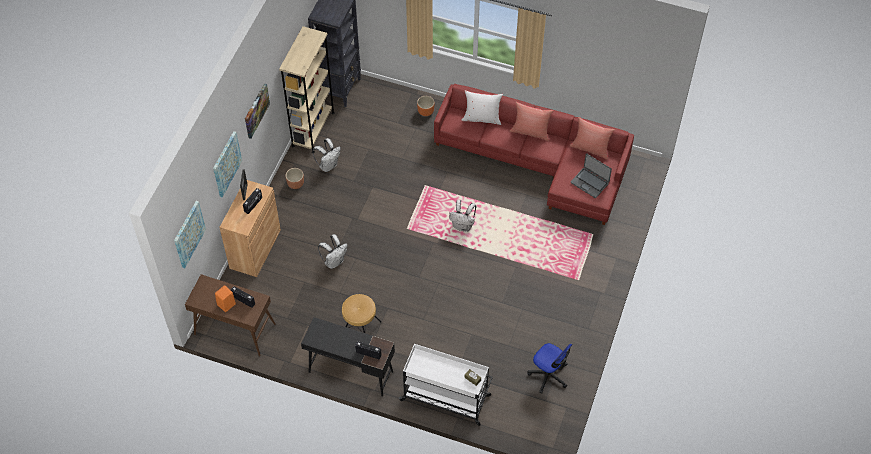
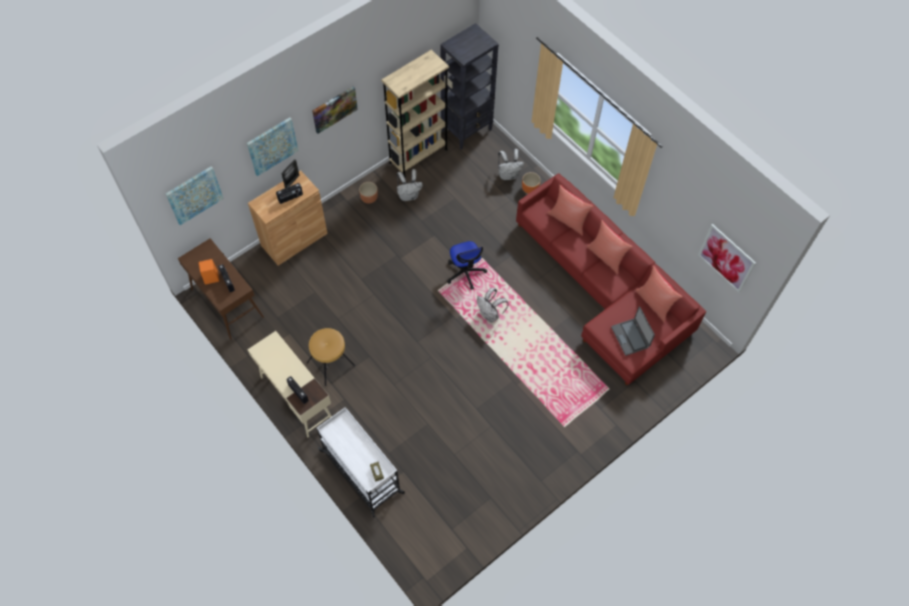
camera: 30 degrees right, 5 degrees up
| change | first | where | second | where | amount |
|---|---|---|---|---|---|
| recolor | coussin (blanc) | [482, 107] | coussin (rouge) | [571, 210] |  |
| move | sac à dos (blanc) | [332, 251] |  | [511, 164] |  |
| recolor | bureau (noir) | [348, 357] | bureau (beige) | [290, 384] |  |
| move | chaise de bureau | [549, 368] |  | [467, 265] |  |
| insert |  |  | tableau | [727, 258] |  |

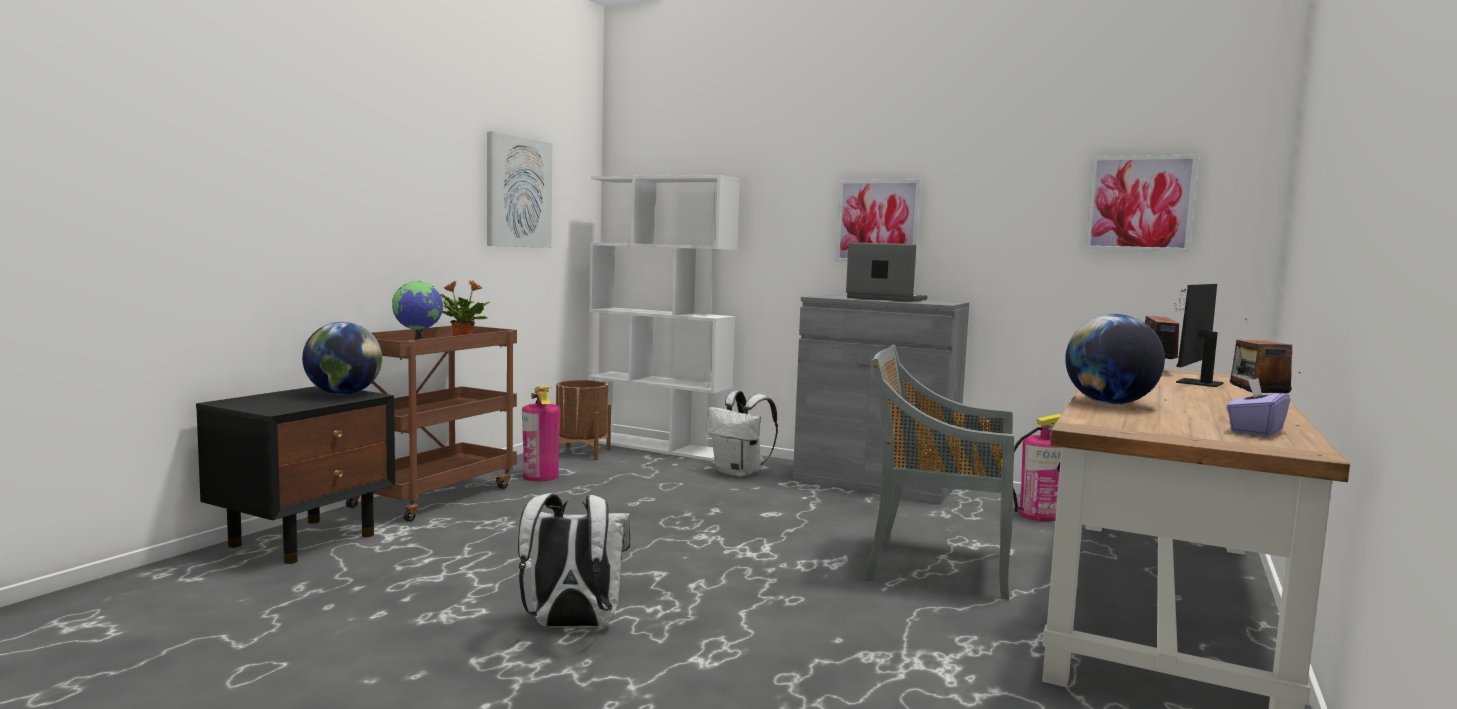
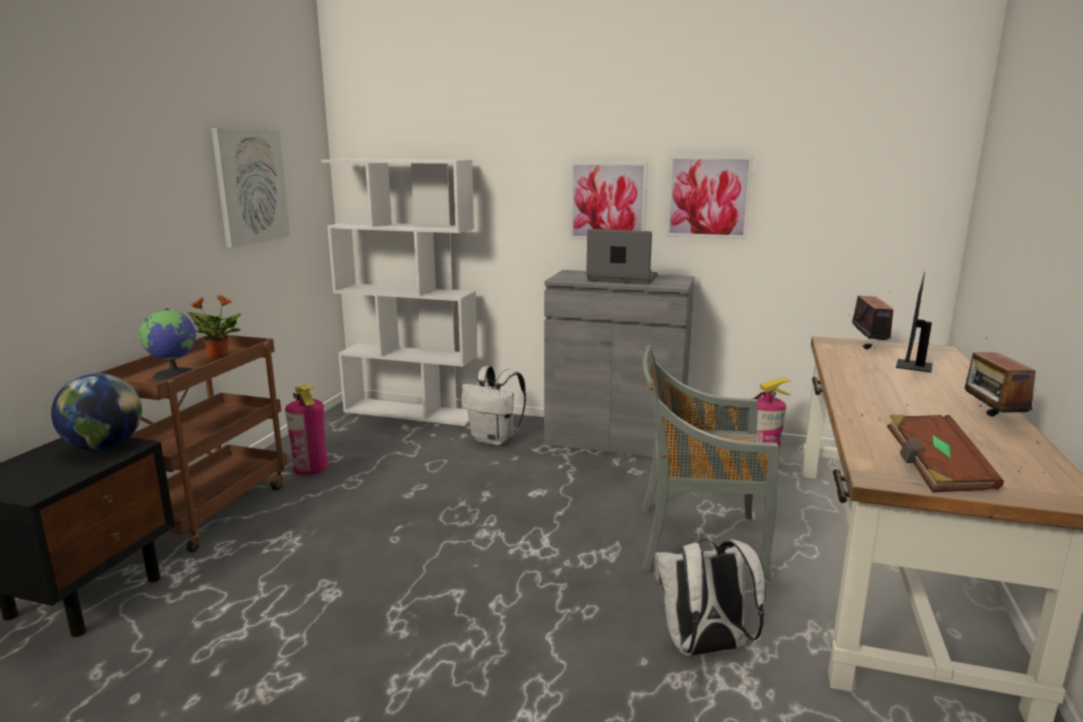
camera: 10 degrees left, 10 degrees up
| change | first | where | second | where | amount |
|---|---|---|---|---|---|
| move | tableau | [1141, 203] |  | [710, 197] |  |
| delete | globe | [1115, 359] |  |  |  |
| delete | boîte à mouchoirs (violet) | [1258, 407] |  |  |  |
| delete | cache-pot (marron) | [583, 420] |  |  |  |
| move | sac à dos (blanc) | [574, 560] |  | [710, 597] |  |
| insert |  |  | livre (marron) | [945, 454] |  |

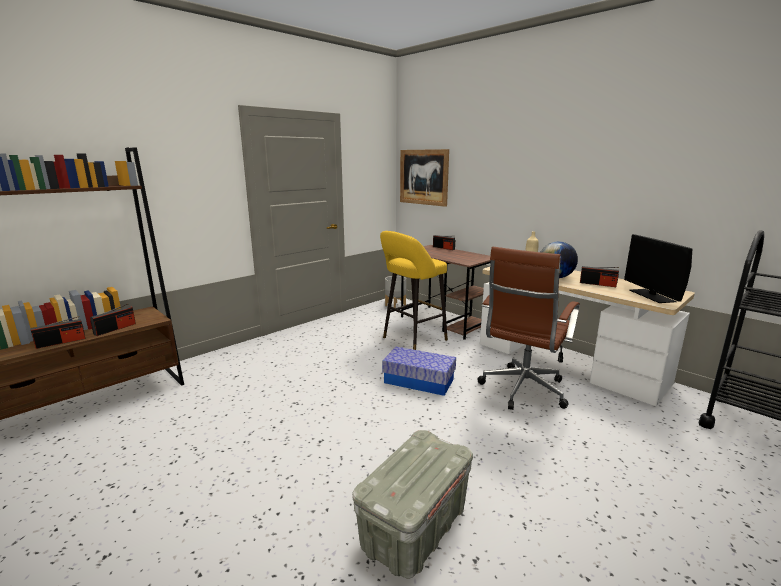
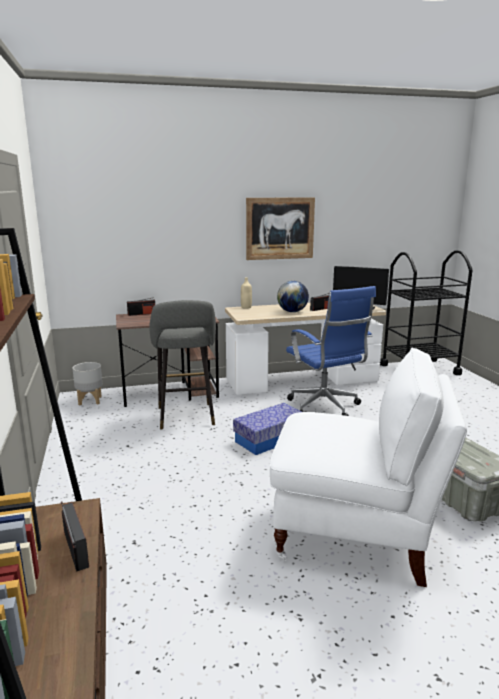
camera: 60 degrees left, 0 degrees up
| change | first | where | second | where | amount |
|---|---|---|---|---|---|
| move | tableau | [424, 178] |  | [280, 228] |  |
| recolor | tabouret (jaune) | [414, 290] | tabouret (gris) | [182, 364] |  |
| recolor | chaise de bureau (marron) | [528, 328] | chaise de bureau (bleu) | [331, 351] |  |
| delete | radio | [58, 332] |  |  |  |
| insert |  |  | chaise (blanc) | [368, 467] |  |

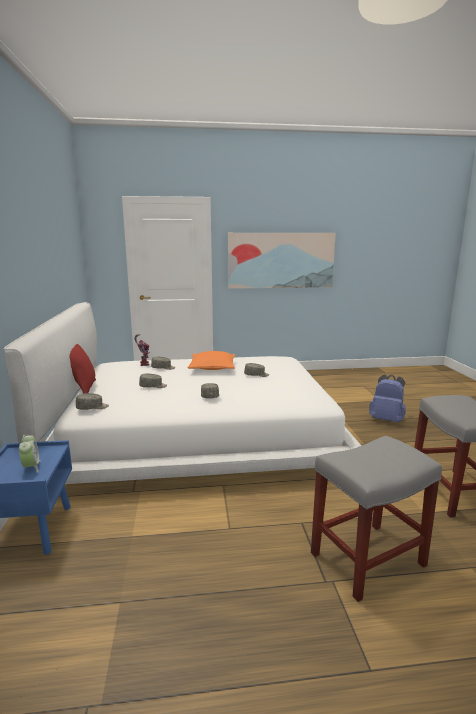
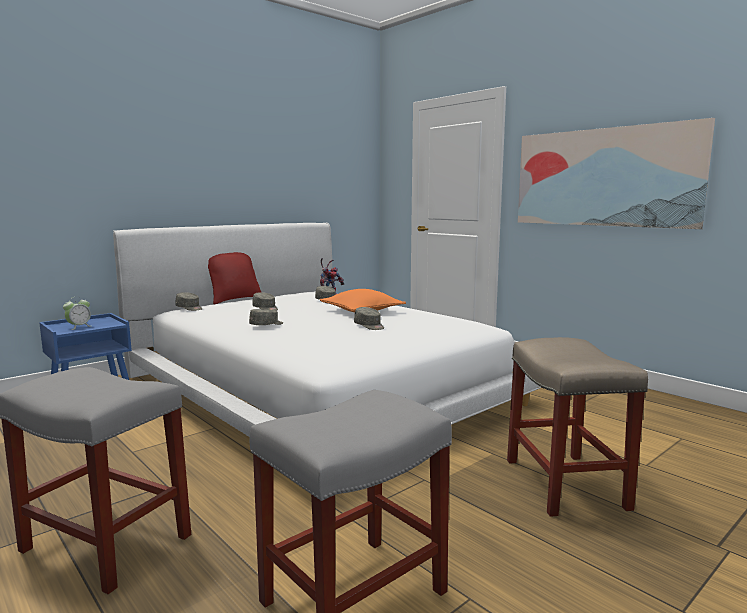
camera: 55 degrees right, 5 degrees down
| change | first | where | second | where | amount |
|---|---|---|---|---|---|
| replace | sac à dos (bleu) | [387, 398] | tabouret (beige) | [577, 427] |  |

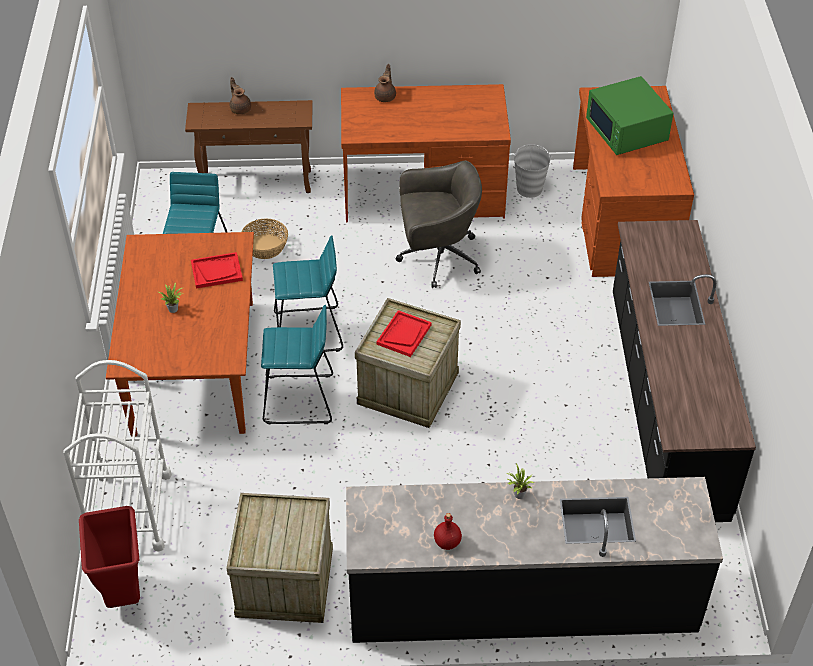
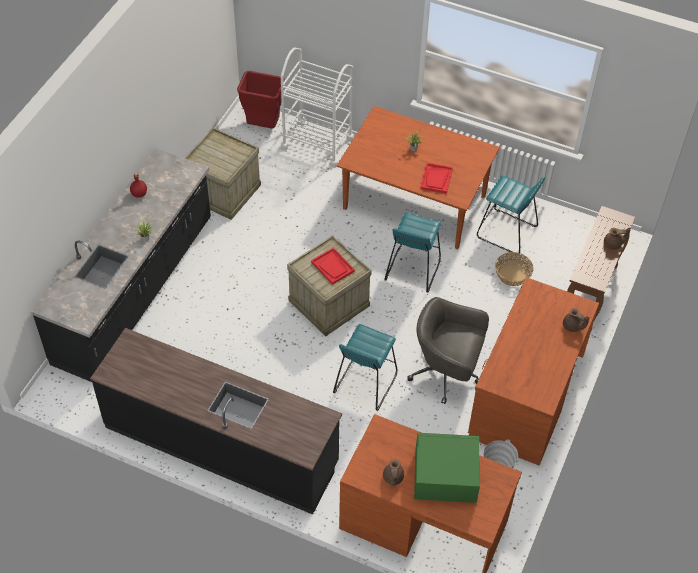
camera: 115 degrees right, 5 degrees up
| change | first | where | second | where | amount |
|---|---|---|---|---|---|
| rotate | chaise de bureau (gris) | [439, 224] |  | [448, 350] | 90 degrees clockwise |
| move | tabouret (turquoise) | [297, 364] |  | [365, 367] |  |
| insert |  |  | théière (marron) | [393, 472] |  |

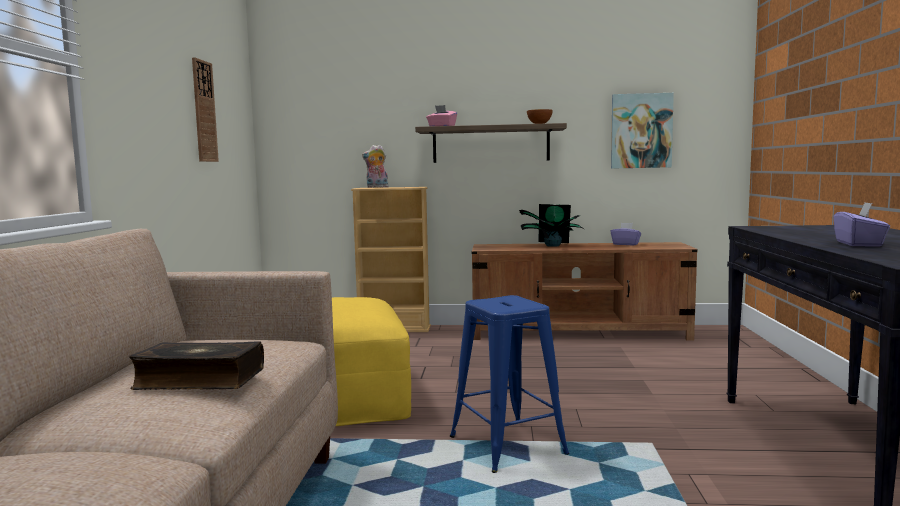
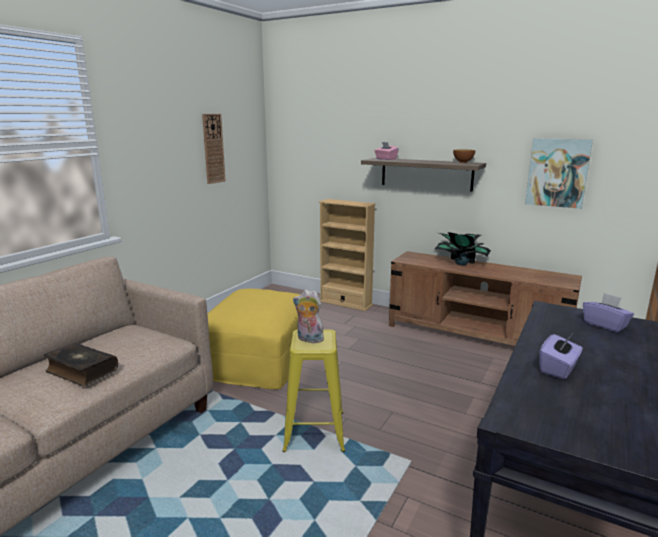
camera: 25 degrees right, 10 degrees up
| change | first | where | second | where | amount |
|---|---|---|---|---|---|
| move | peluche | [375, 166] |  | [308, 316] |  |
| move | boîte à mouchoirs (violet) | [626, 234] |  | [608, 312] |  |
| recolor | tabouret (bleu) | [509, 384] | tabouret (jaune) | [314, 390] |  |

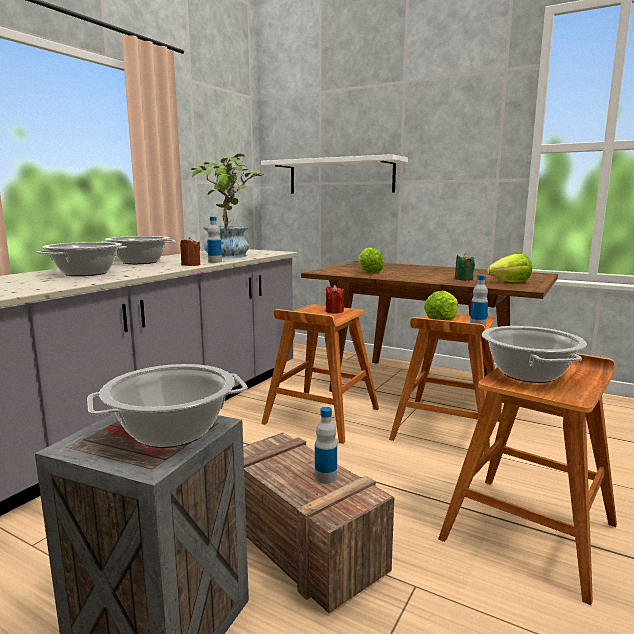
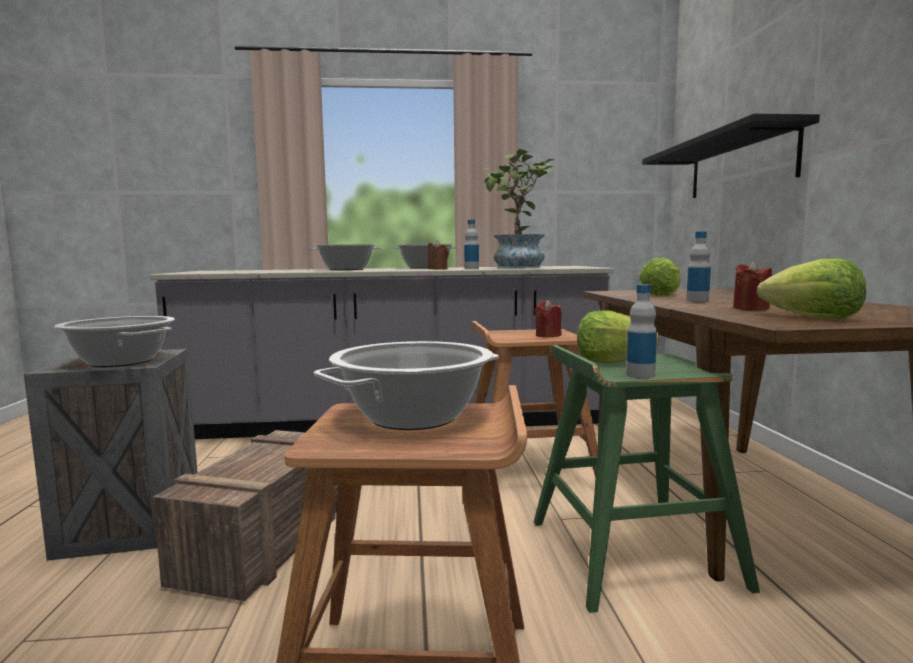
camera: 55 degrees right, 5 degrees down
| change | first | where | second | where | amount |
|---|---|---|---|---|---|
| recolor | étagère (blanc) | [334, 173] | étagère (noir) | [731, 156] |  |
| recolor | bougie (vert) | [465, 267] | bougie (rouge) | [752, 285] |  |
| recolor | tabouret (marron) | [445, 387] | tabouret (vert) | [646, 479] |  |
| move | bouteille | [326, 445] |  | [698, 267] |  |

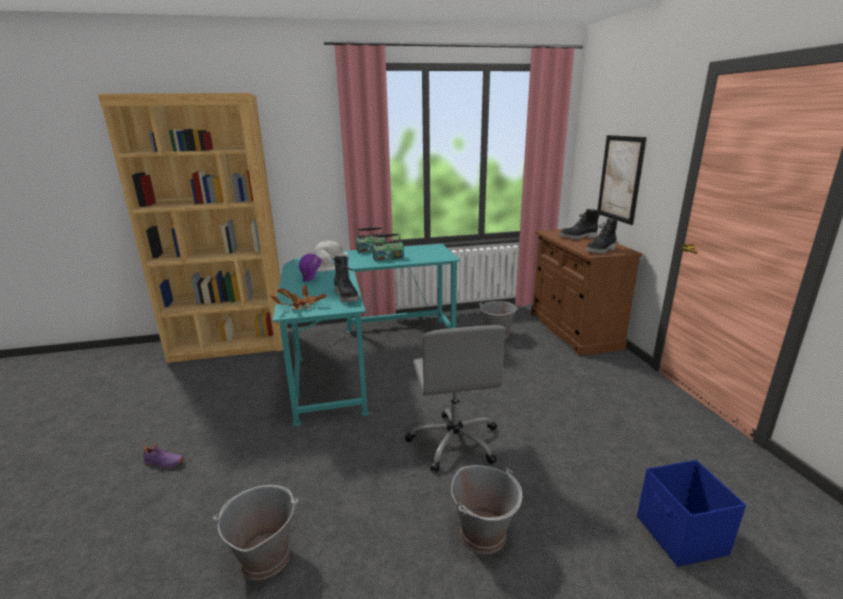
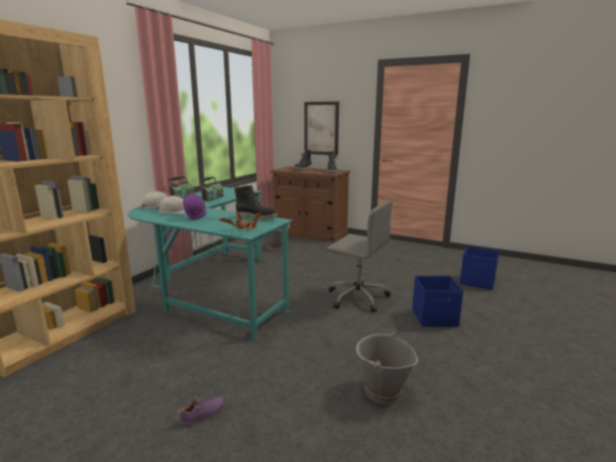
camera: 50 degrees left, 5 degrees down
| change | first | where | second | where | amount |
|---|---|---|---|---|---|
| replace | seau (gris) | [487, 509] | boîte de rangement (bleu) | [437, 301] |  |

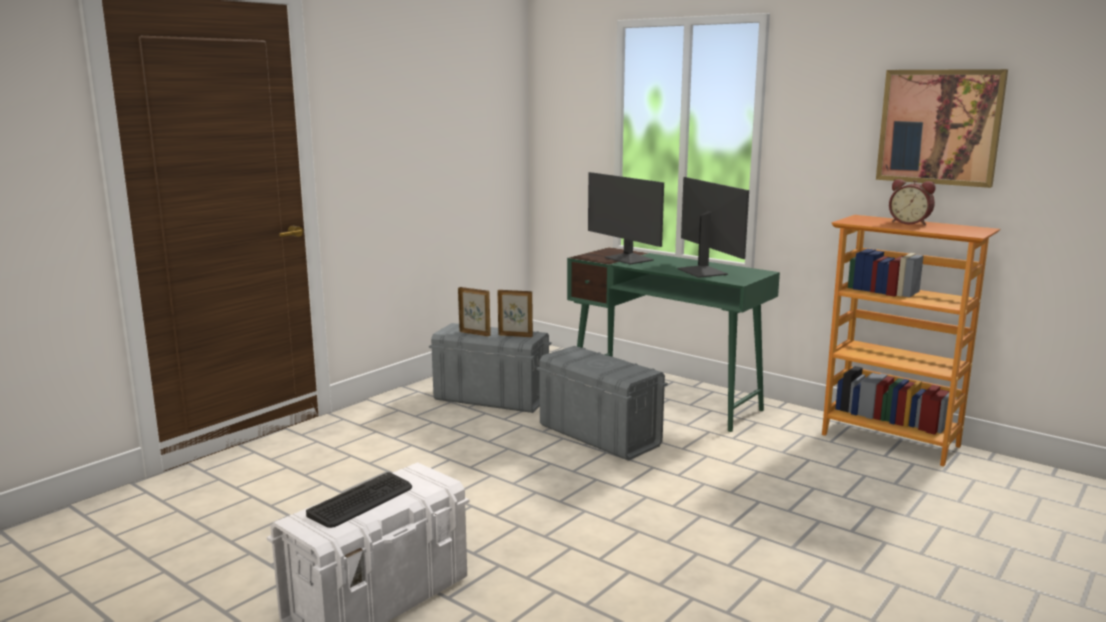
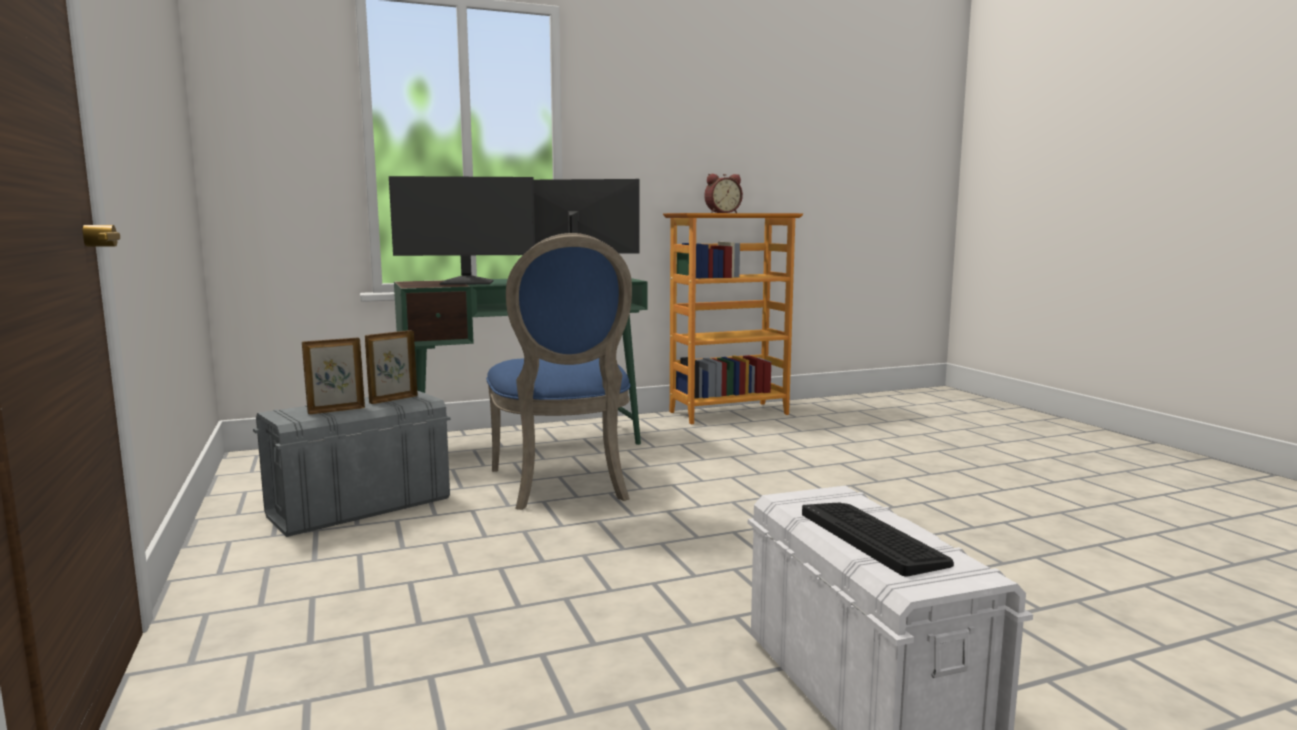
camera: 60 degrees left, 5 degrees down
| change | first | where | second | where | amount |
|---|---|---|---|---|---|
| delete | tableau | [942, 128] |  |  |  |
| replace | boîte de rangement (gris) | [602, 403] | chaise (bleu) | [559, 371] |  |

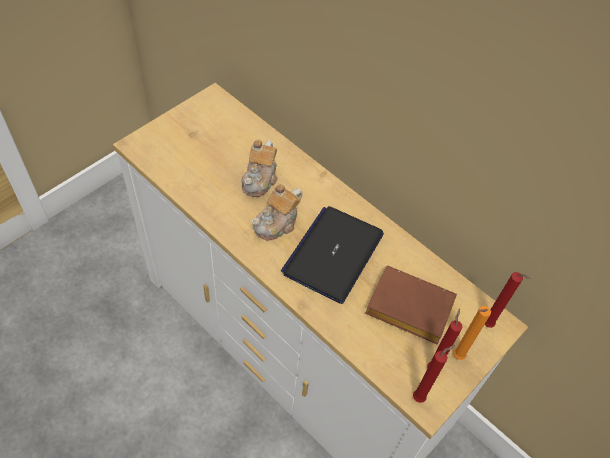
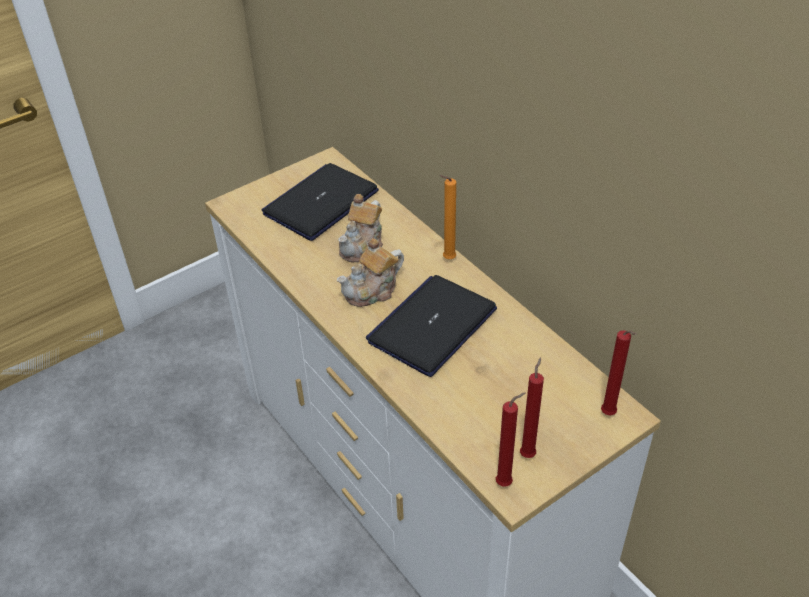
camera: 15 degrees right, 10 degrees down
| change | first | where | second | where | amount |
|---|---|---|---|---|---|
| delete | livre (marron) | [411, 305] |  |  |  |
| move | bougie (orange) | [472, 333] |  | [447, 217] |  |
| insert |  |  | ordinateur portable | [320, 202] |  |

